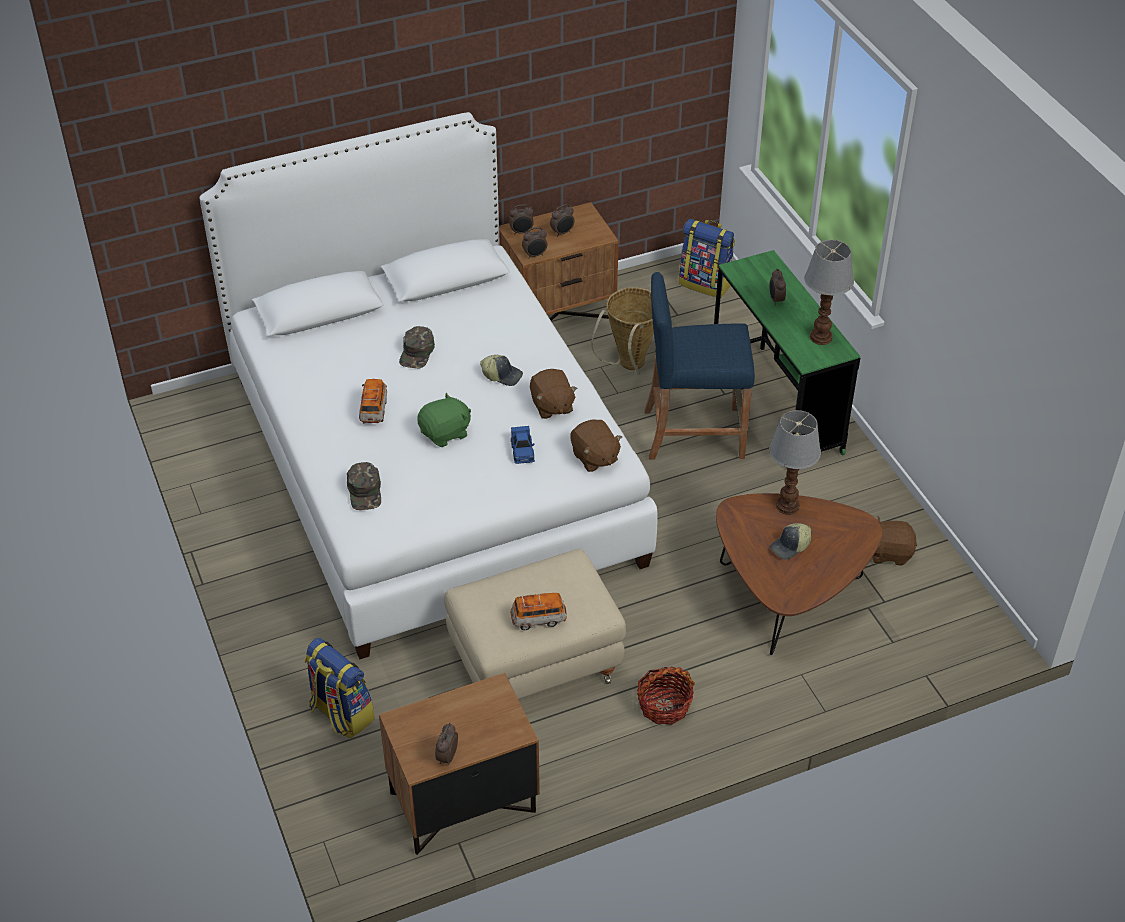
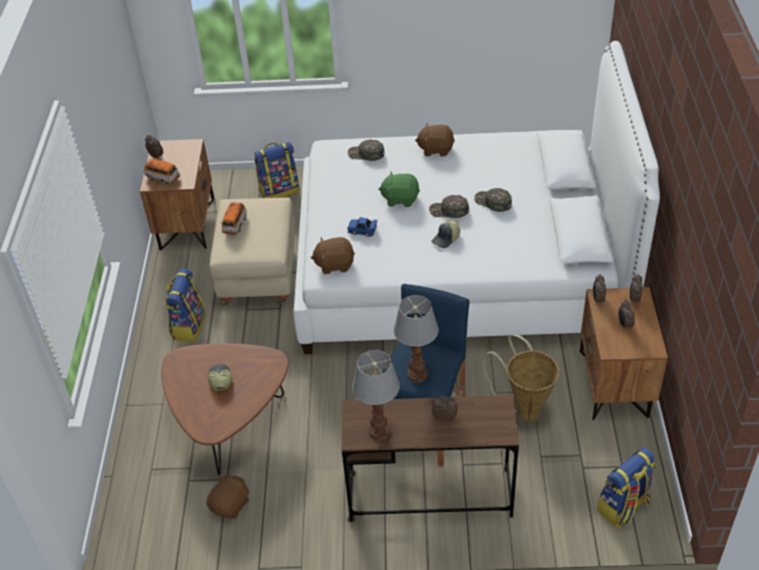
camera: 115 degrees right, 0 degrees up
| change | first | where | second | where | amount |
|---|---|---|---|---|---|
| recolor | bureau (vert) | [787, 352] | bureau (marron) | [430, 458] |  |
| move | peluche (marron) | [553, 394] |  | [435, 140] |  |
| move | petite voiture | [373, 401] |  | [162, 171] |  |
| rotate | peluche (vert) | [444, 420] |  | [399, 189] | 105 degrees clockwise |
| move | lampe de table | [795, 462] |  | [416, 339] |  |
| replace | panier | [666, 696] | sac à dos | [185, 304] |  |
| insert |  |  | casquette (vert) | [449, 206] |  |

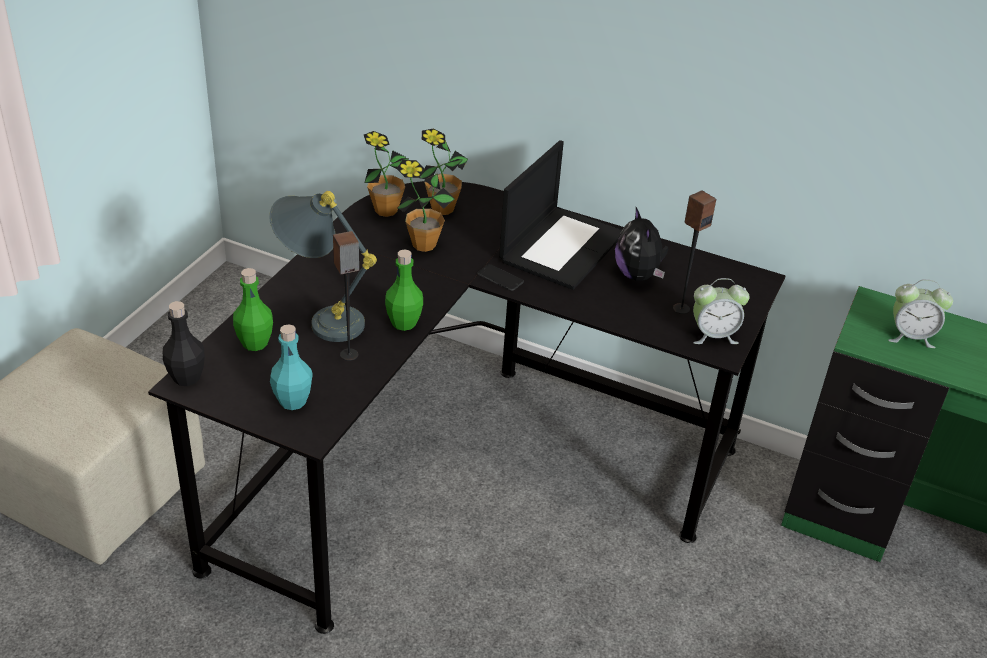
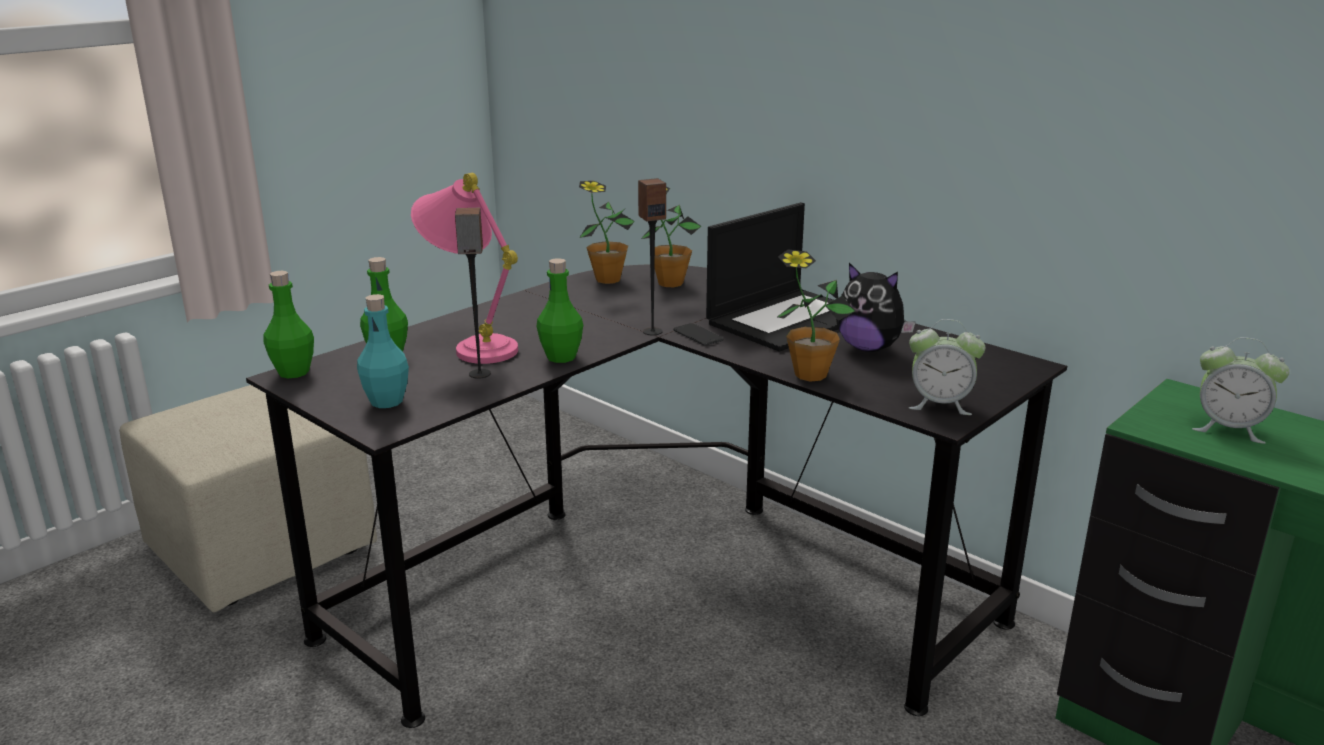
camera: 20 degrees right, 15 degrees down
| change | first | where | second | where | amount |
|---|---|---|---|---|---|
| move | plante en pot | [425, 206] |  | [816, 315] |  |
| move | enceinte | [694, 252] |  | [652, 257] |  |
| recolor | lampe de table (gris) | [323, 266] | lampe de table (rose) | [464, 268] |  |
| rotate | peluche | [642, 244] |  | [876, 307] | 60 degrees counterclockwise |
| recolor | bouteille (noir) | [184, 343] | bouteille (vert) | [288, 324] |  |

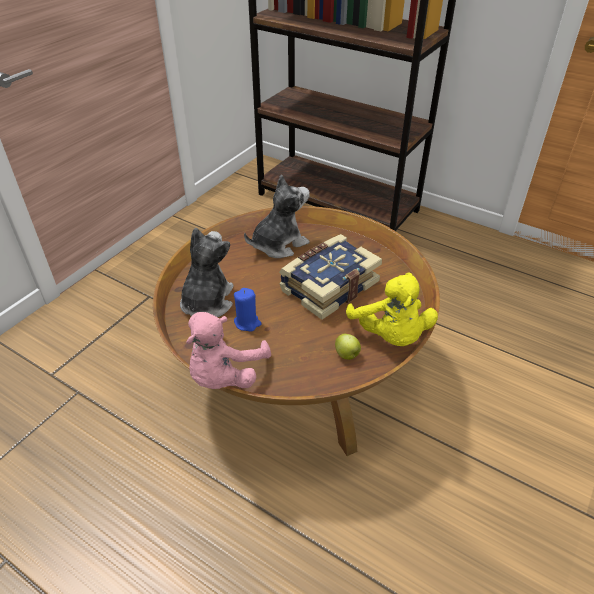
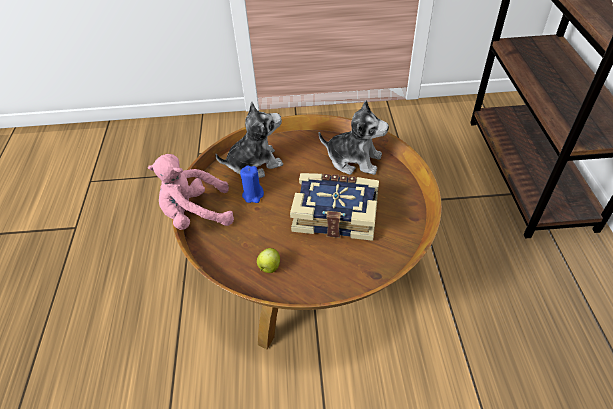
camera: 55 degrees right, 5 degrees up
| change | first | where | second | where | amount |
|---|---|---|---|---|---|
| delete | peluche (jaune) | [392, 309] |  |  |  |

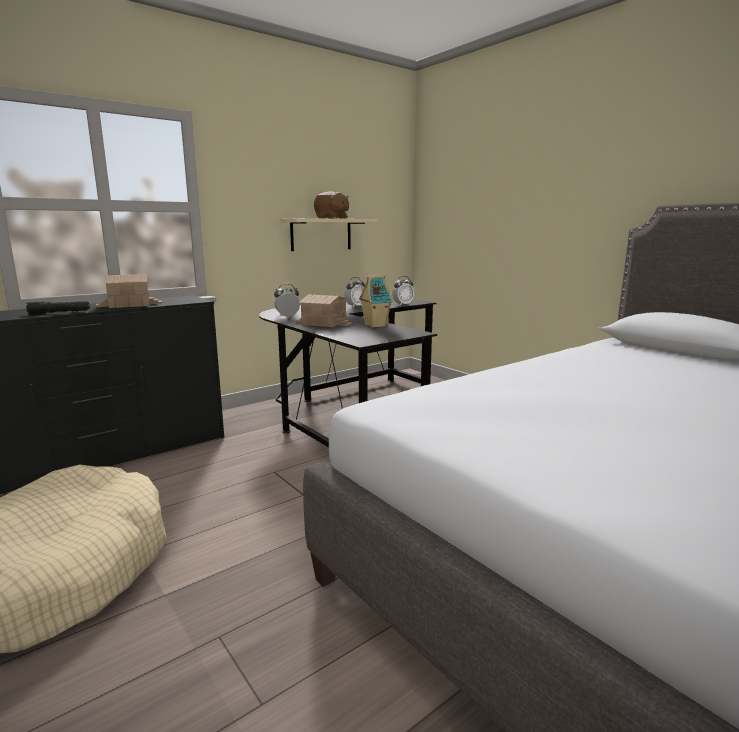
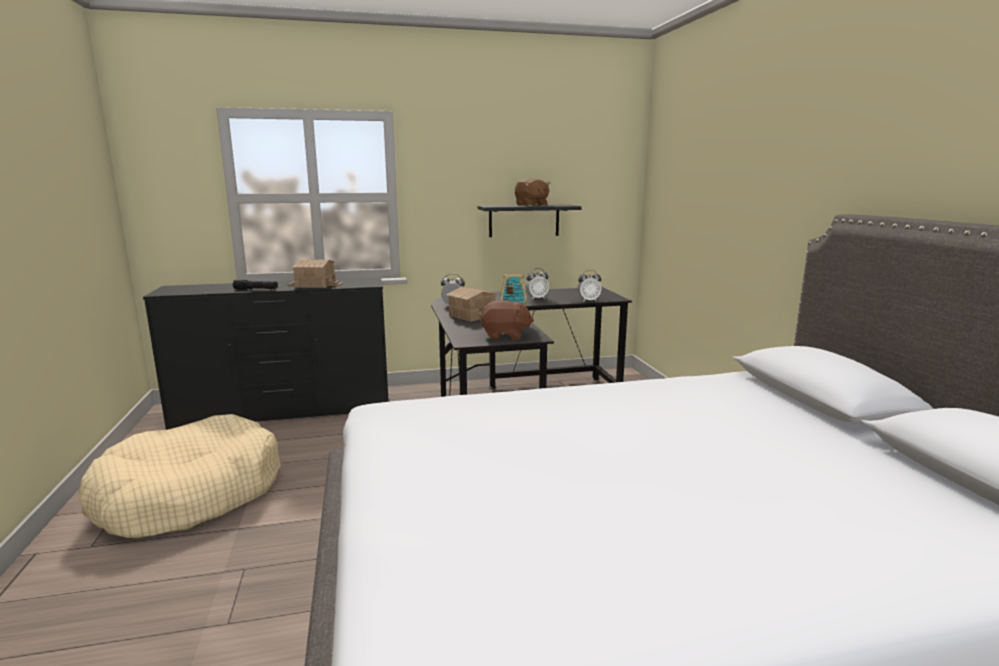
camera: 25 degrees right, 0 degrees up
| change | first | where | second | where | amount |
|---|---|---|---|---|---|
| recolor | étagère (beige) | [328, 234] | étagère (noir) | [529, 220] |  |
| insert |  |  | peluche (marron) | [507, 319] |  |

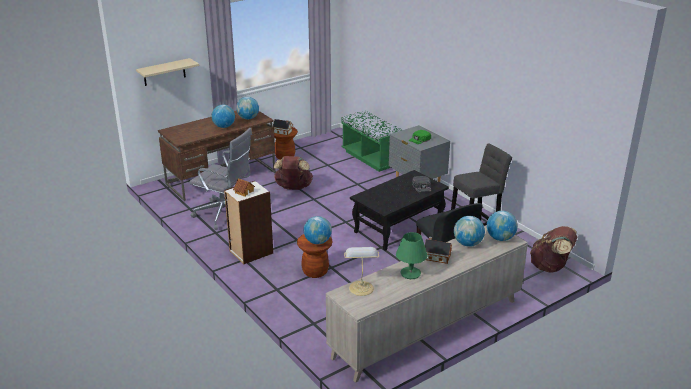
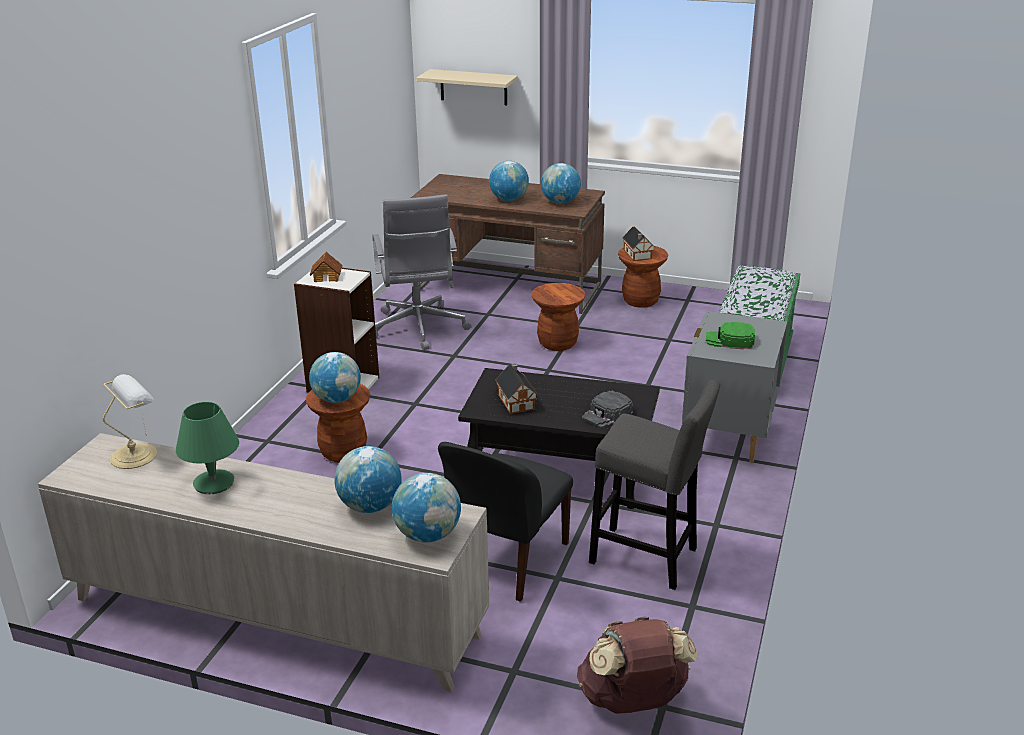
camera: 55 degrees right, 0 degrees up
| change | first | where | second | where | amount |
|---|---|---|---|---|---|
| replace | sac à dos (marron) | [293, 173] | tabouret (marron) | [558, 317] |  |
| move | maison miniature | [438, 250] |  | [516, 389] |  |

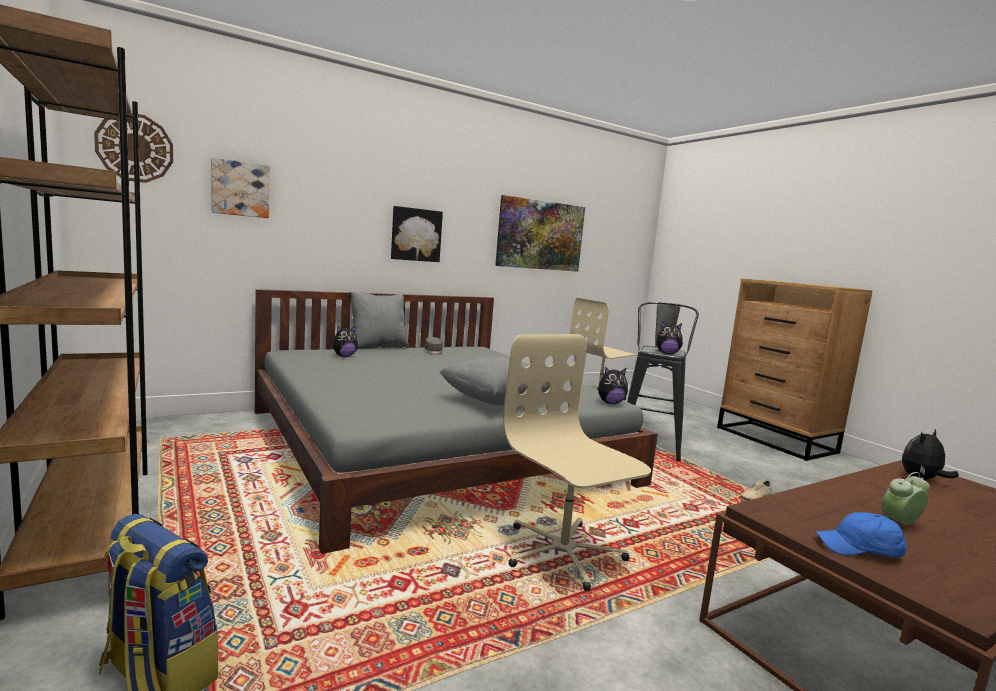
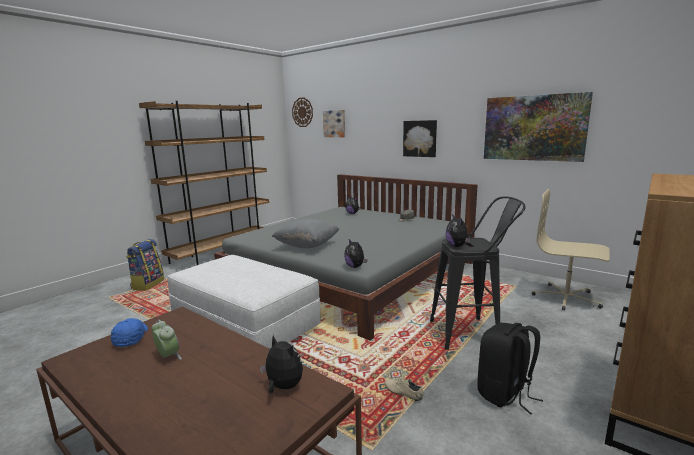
camera: 70 degrees right, 5 degrees up
| change | first | where | second | where | amount |
|---|---|---|---|---|---|
| delete | coussin (gris) | [379, 320] |  |  |  |
| replace | chaise de bureau (beige) | [577, 462] | pouf (blanc) | [244, 302] |  |
| insert |  |  | sac à dos (noir) | [510, 369] |  |

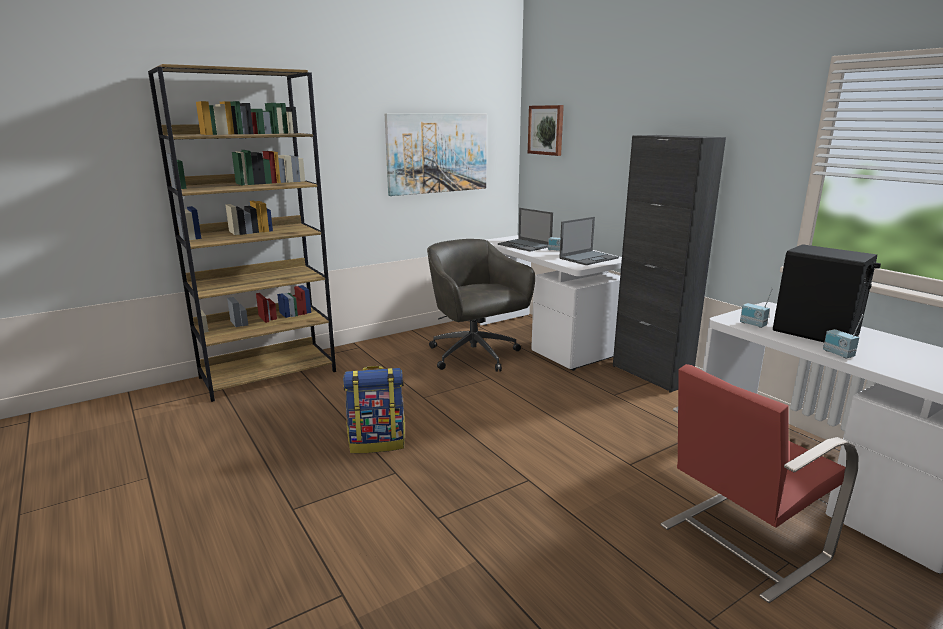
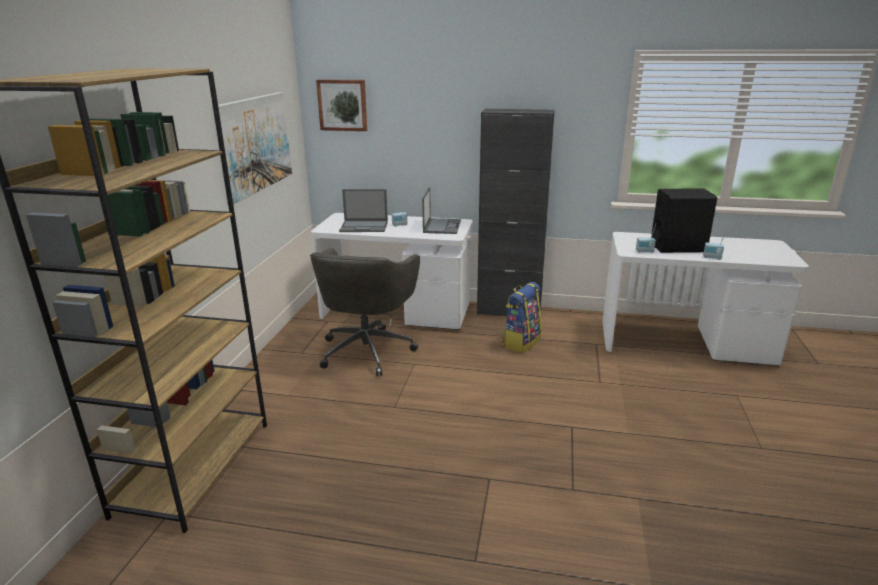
camera: 45 degrees left, 5 degrees up
| change | first | where | second | where | amount |
|---|---|---|---|---|---|
| rotate | chaise de bureau (gris) | [481, 305] |  | [365, 312] | 90 degrees counterclockwise |
| delete | chaise (rouge) | [759, 483] |  |  |  |
| move | sac à dos | [374, 409] |  | [522, 317] |  |

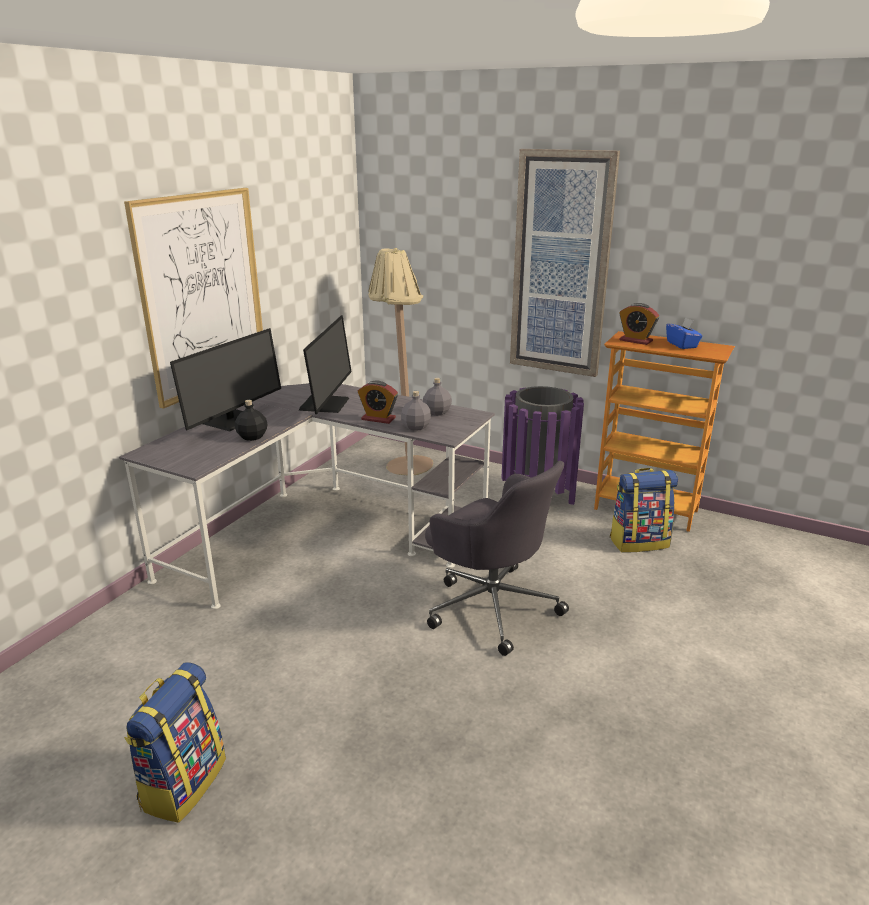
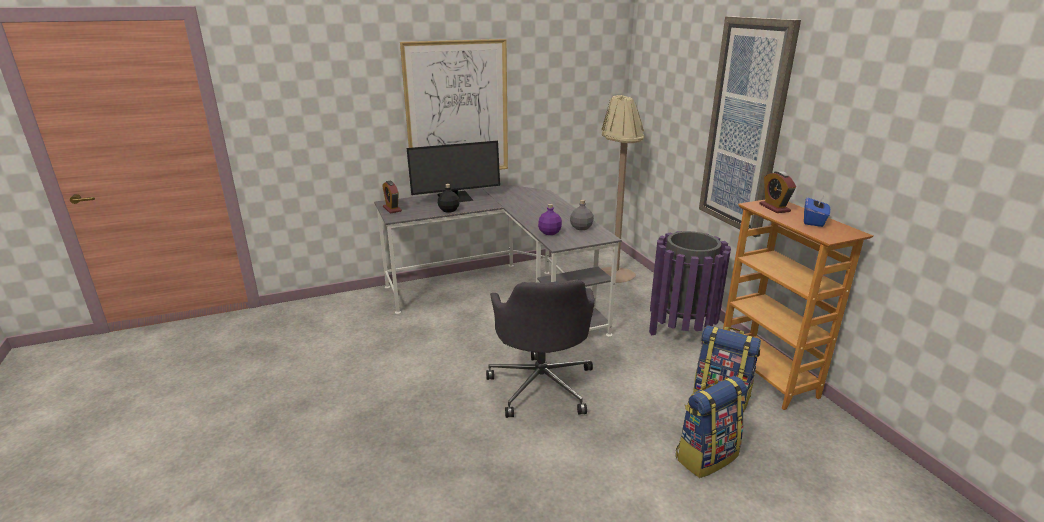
camera: 40 degrees right, 0 degrees up
| change | first | where | second | where | amount |
|---|---|---|---|---|---|
| delete | écran d'ordinateur | [325, 364] |  |  |  |
| move | réveil | [378, 402] |  | [392, 197] |  |
| recolor | bouteille (gris) | [416, 411] | bouteille (violet) | [550, 219] |  |
| move | sac à dos | [175, 742] |  | [711, 427] |  |

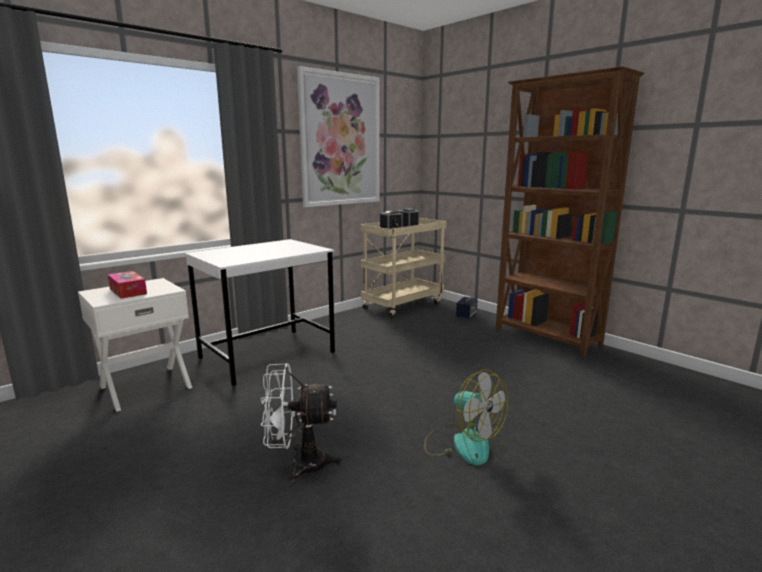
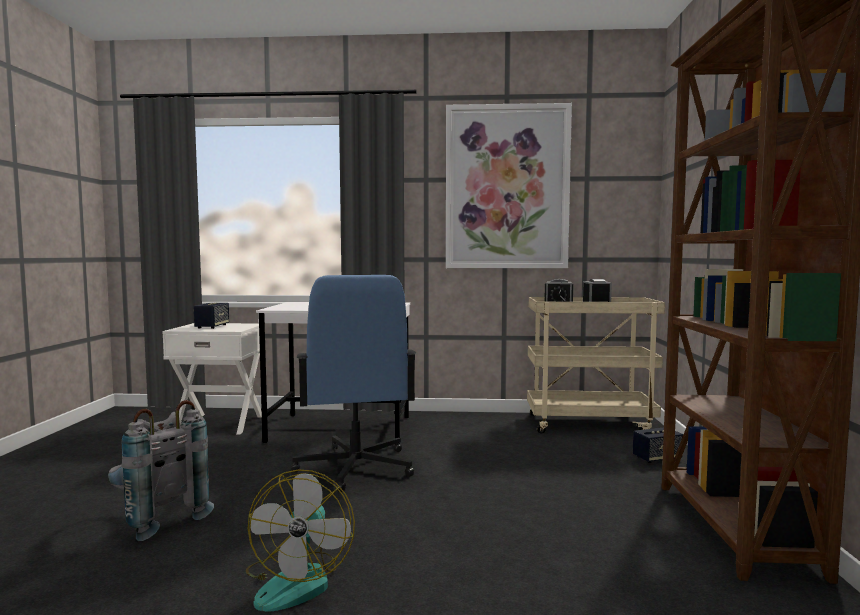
camera: 45 degrees right, 10 degrees down
| change | first | where | second | where | amount |
|---|---|---|---|---|---|
| replace | boîte à mouchoirs | [127, 285] | enceinte | [211, 316] |  |
| replace | ventilateur (blanc) | [301, 424] | sac à dos (gris) | [161, 470] |  |
| insert |  |  | chaise de bureau (bleu) | [354, 383] |  |

